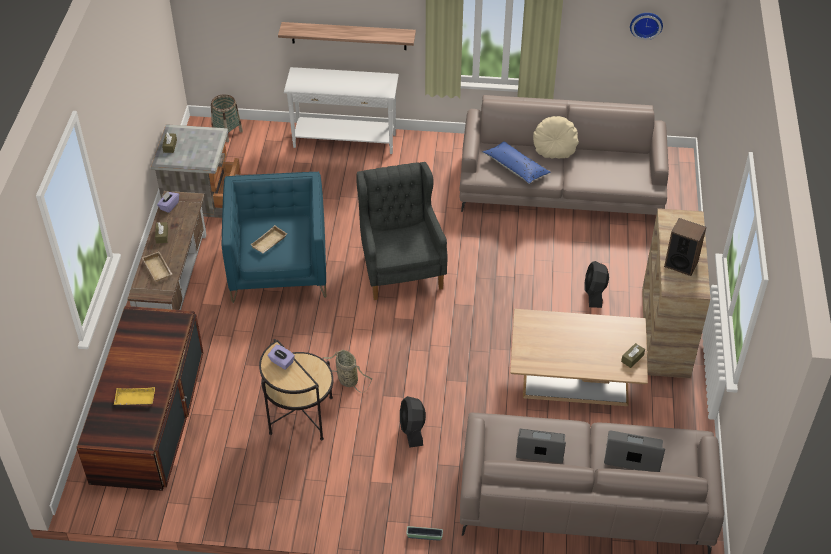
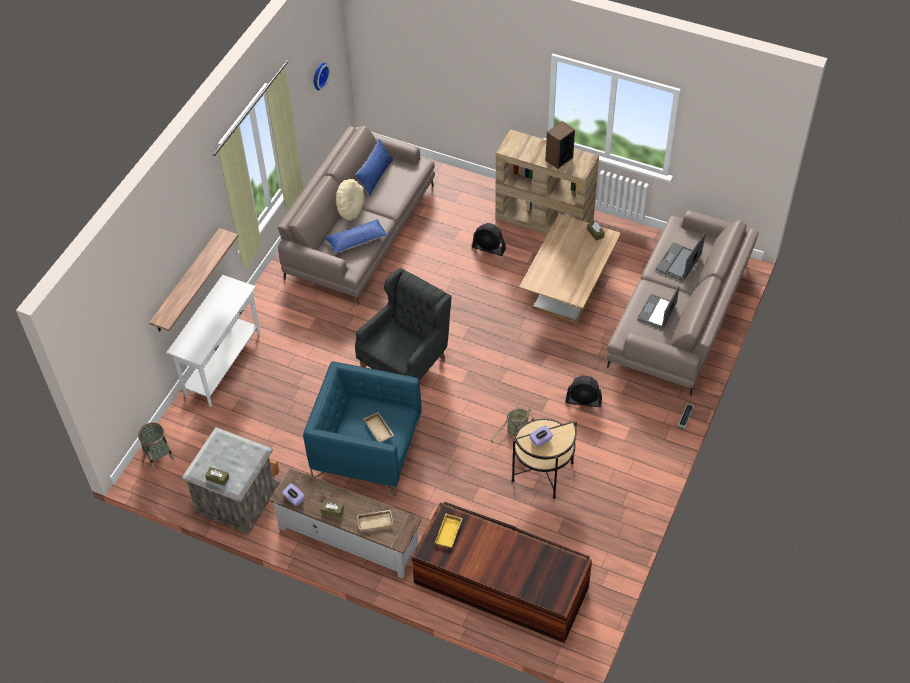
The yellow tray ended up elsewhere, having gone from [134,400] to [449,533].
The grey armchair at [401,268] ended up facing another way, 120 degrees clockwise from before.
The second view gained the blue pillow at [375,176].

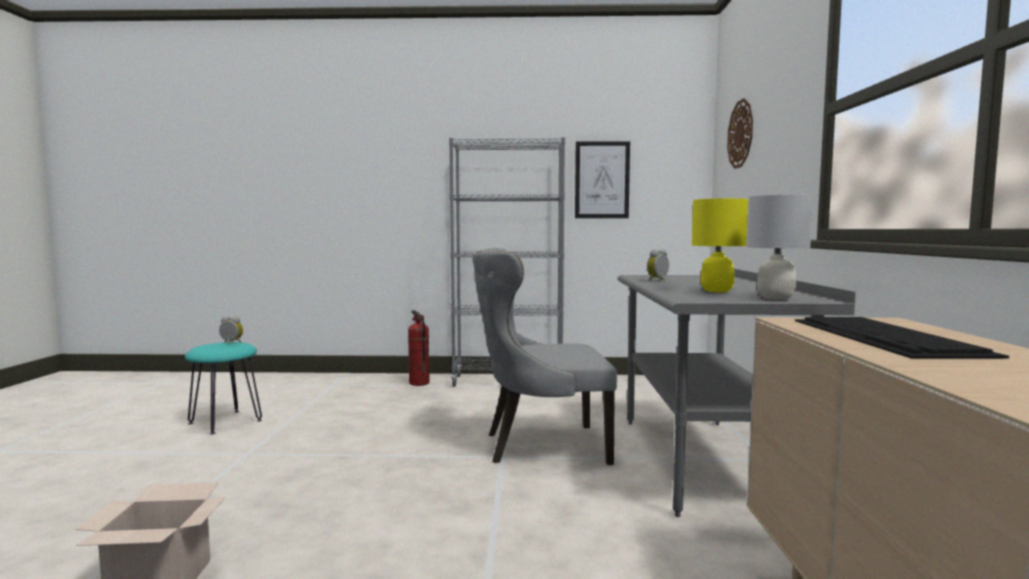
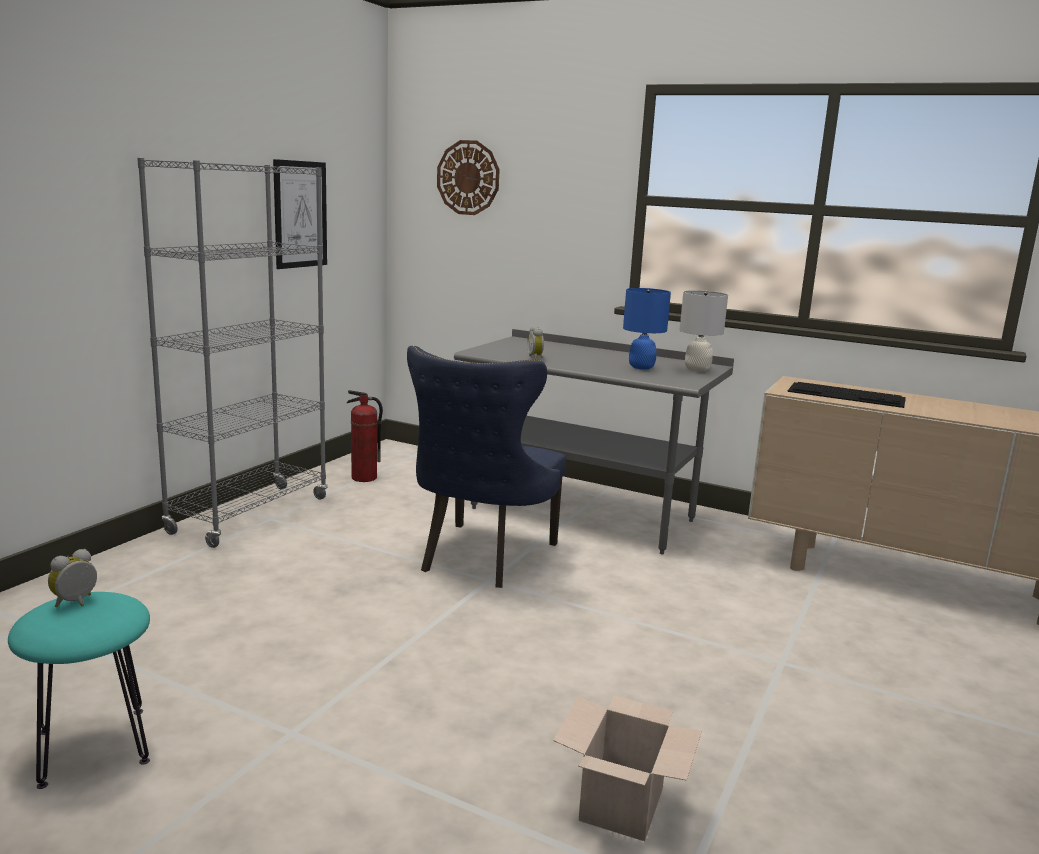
The fire extinguisher ended up elsewhere, having gone from [418,383] to [364,478].
What was the grey chair at [540,446] turned into the blue chair at [482,557].
What was the yellow table lamp at [716,291] turned into the blue table lamp at [640,368].

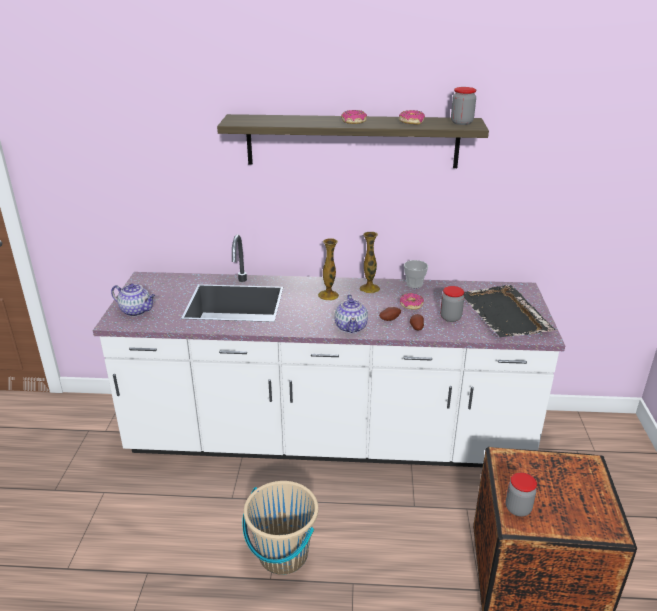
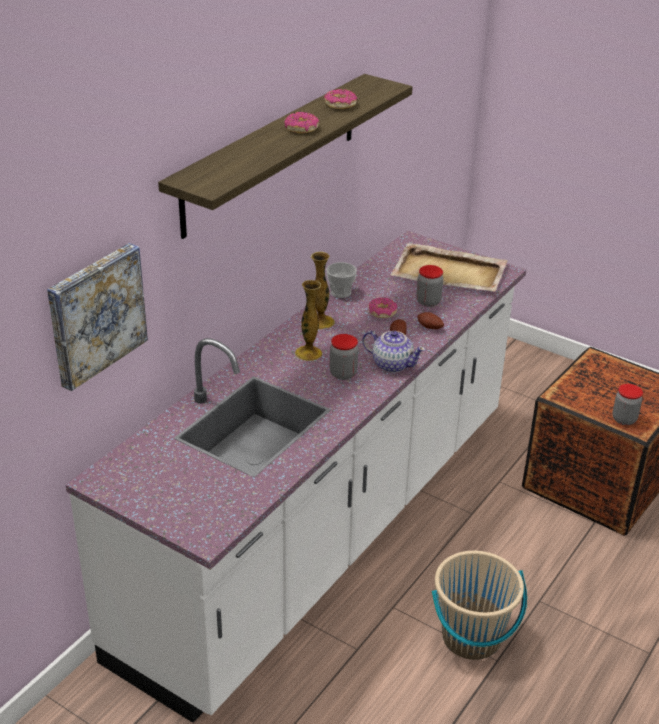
The second view lost the teapot at [136,311].
The jar ended up elsewhere, having gone from [461,122] to [343,374].
What was the black tray at [504,314] turned into the beige tray at [450,272].
The second view gained the picture at [95,314].

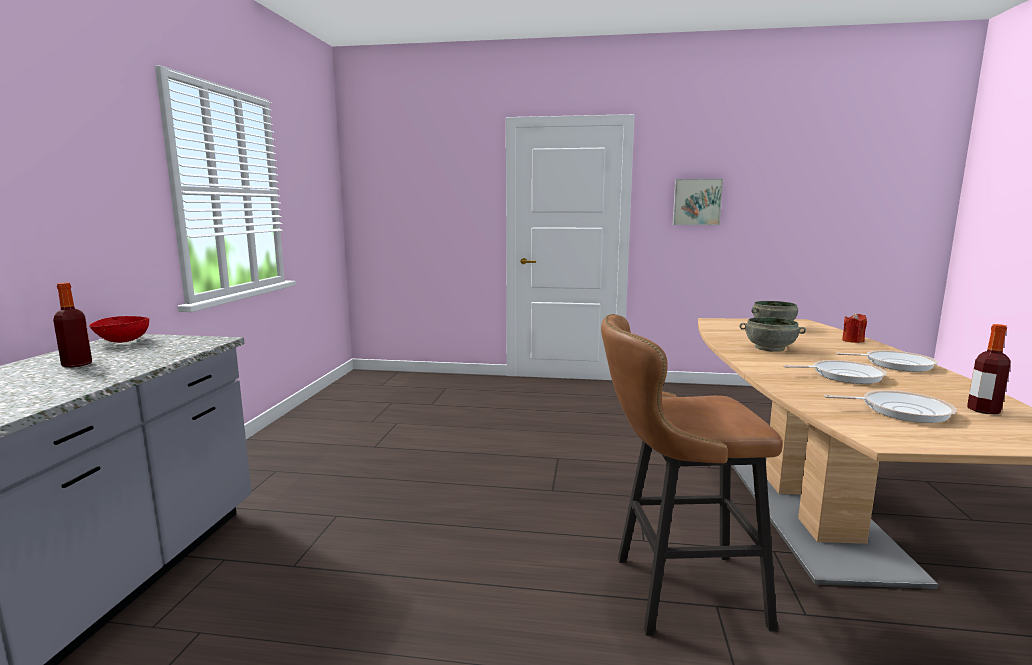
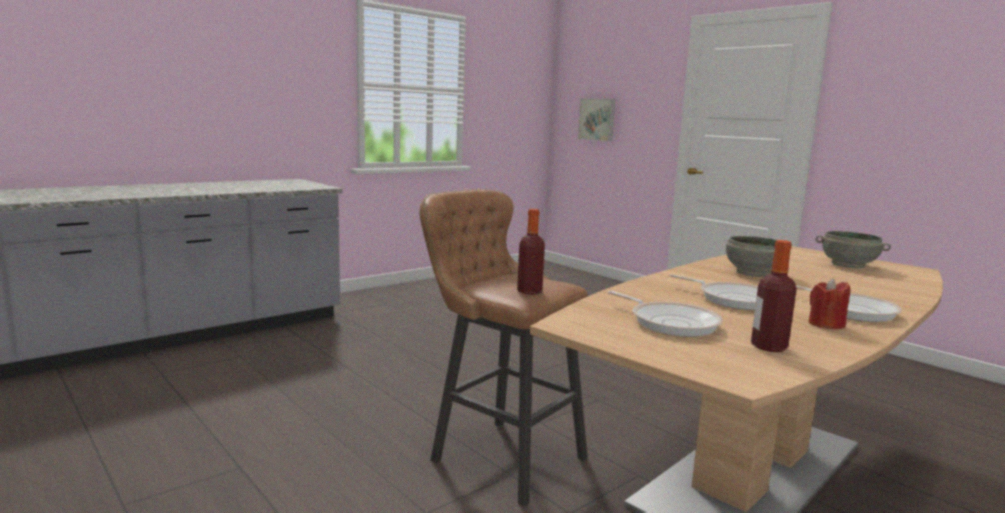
The bottle ended up elsewhere, having gone from [77,364] to [529,291].
The second view lost the red bowl at [122,341].
The picture ended up elsewhere, having gone from [697,202] to [597,119].
The red candle ended up elsewhere, having gone from [853,341] to [826,324].

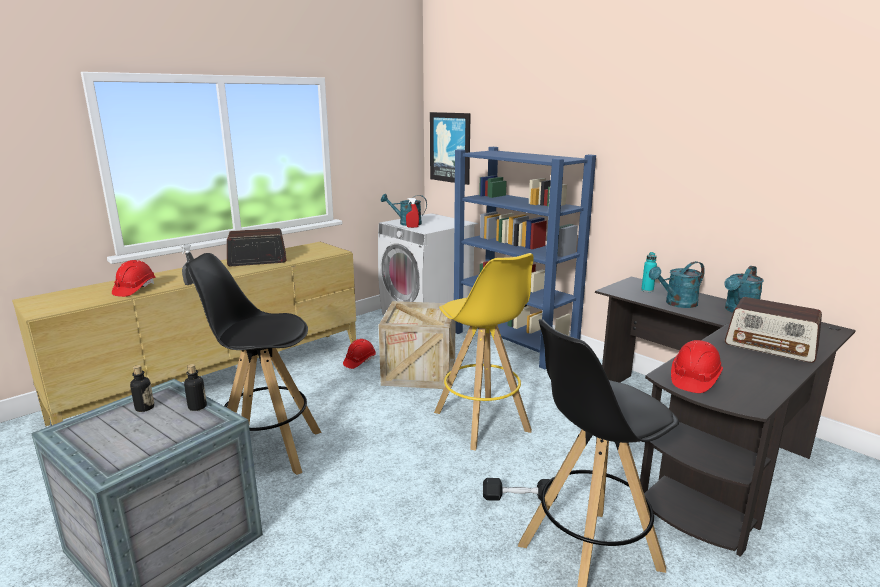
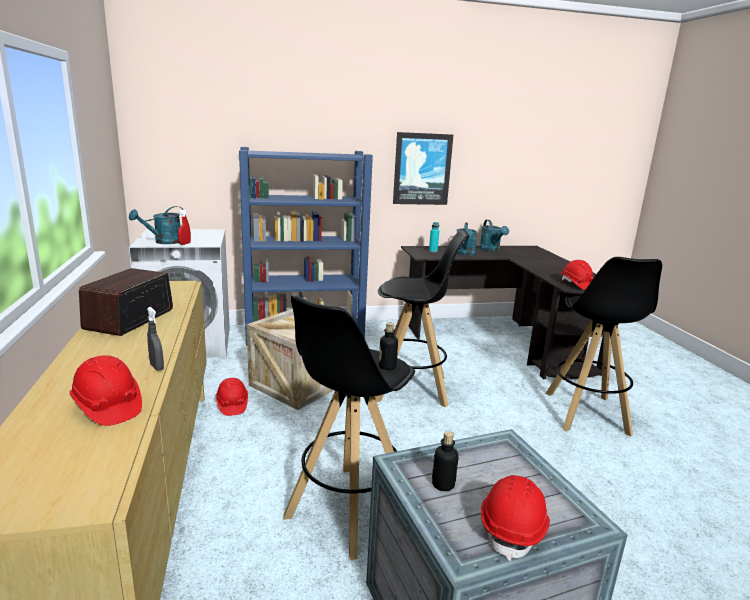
The bottle ended up elsewhere, having gone from [197,407] to [387,366].
The picture ended up elsewhere, having gone from [450,147] to [422,169].
What was the yellow stool at [482,422] turned into the black stool at [412,389].
The second view lost the black dumbbell at [519,497].
The second view lost the radio at [771,346].
The second view gained the red hard hat at [513,528].

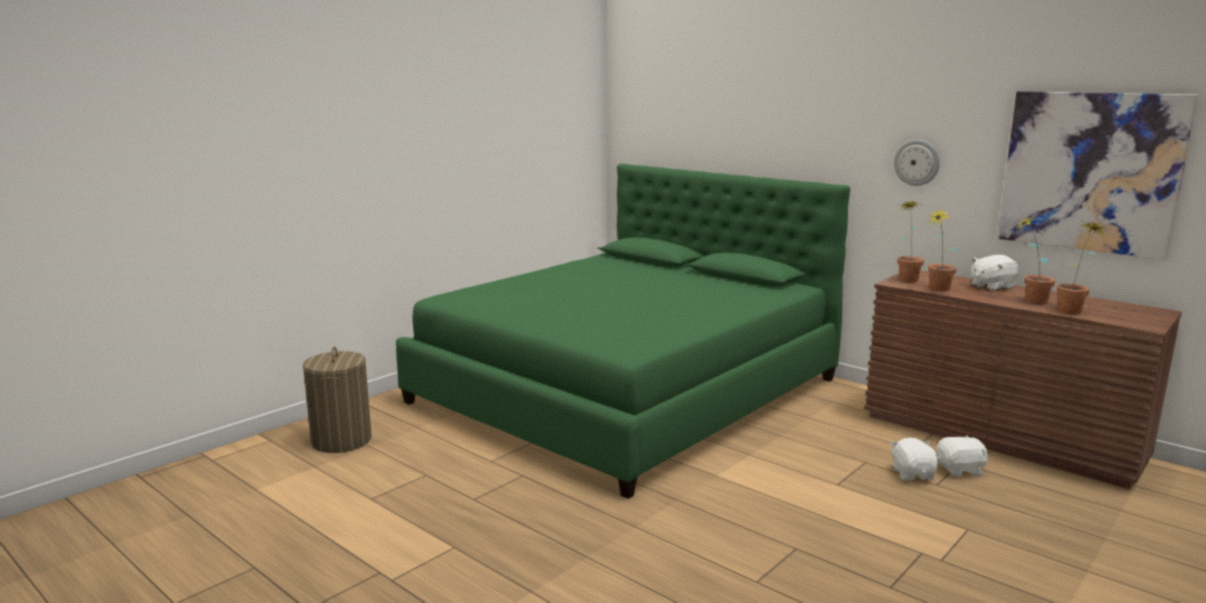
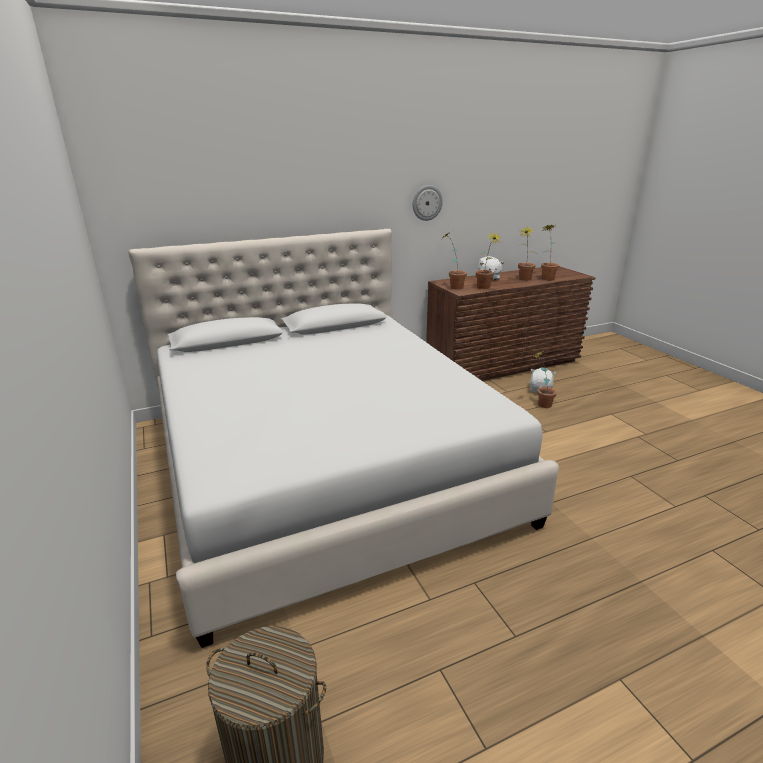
What was the green bed at [626,390] turned into the white bed at [325,464].
Where the white plush toy stood at [912,474], the potted plant came to stand at [540,404].
The second view lost the picture at [1090,172].

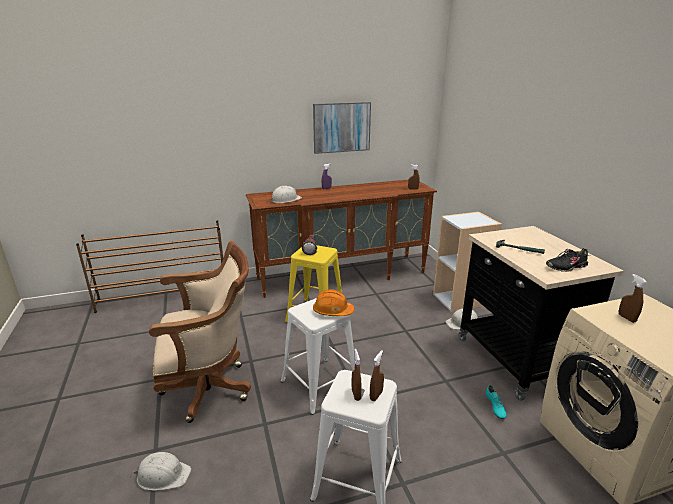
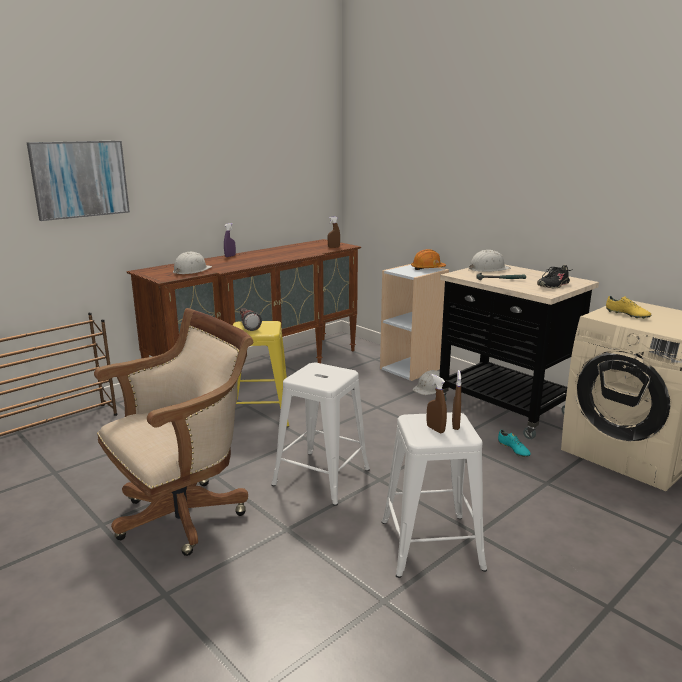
The white hard hat ended up elsewhere, having gone from [163,475] to [488,269].
The picture ended up elsewhere, having gone from [341,127] to [80,179].
The orange hard hat ended up elsewhere, having gone from [332,311] to [427,269].
Where the brown spray bottle stood at [626,318], the yellow shoe came to stand at [627,315].

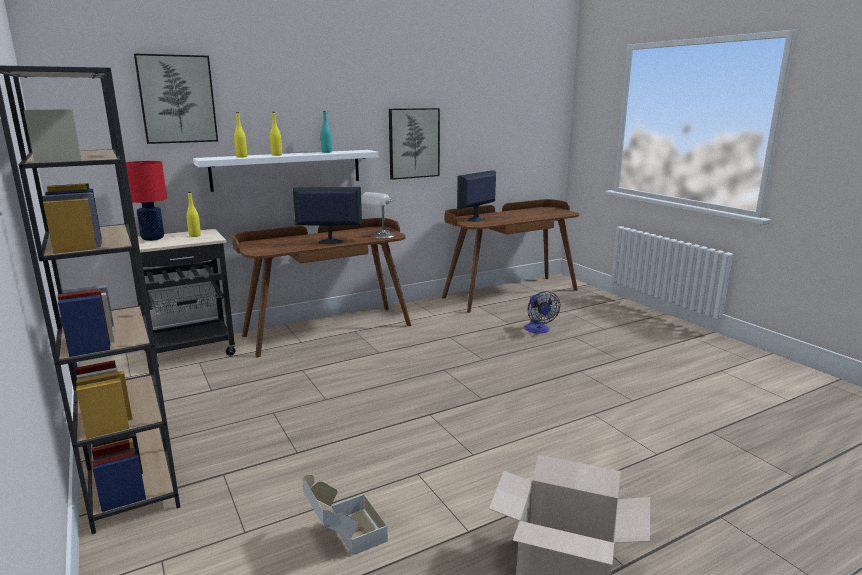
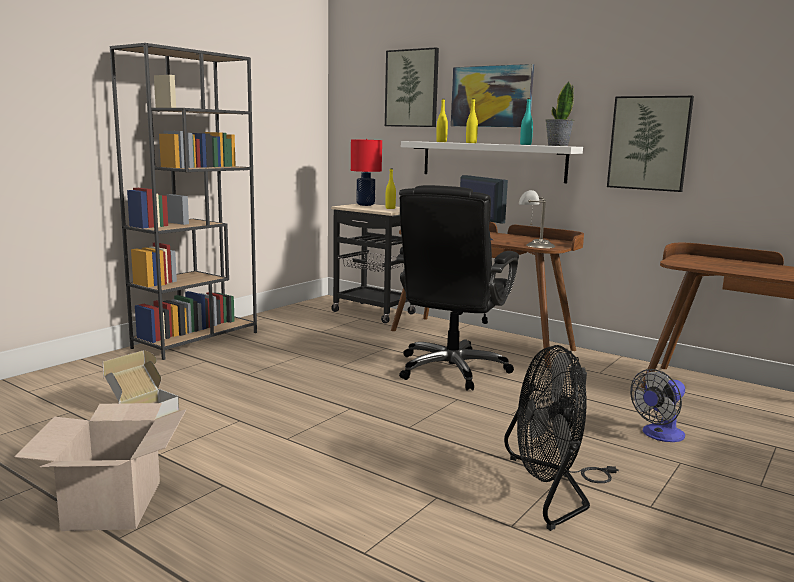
The second view lost the monitor at [475,220].
The second view gained the black office chair at [452,369].
The second view gained the picture at [491,96].
The second view gained the black fan at [555,487].
The second view gained the potted plant at [557,145].

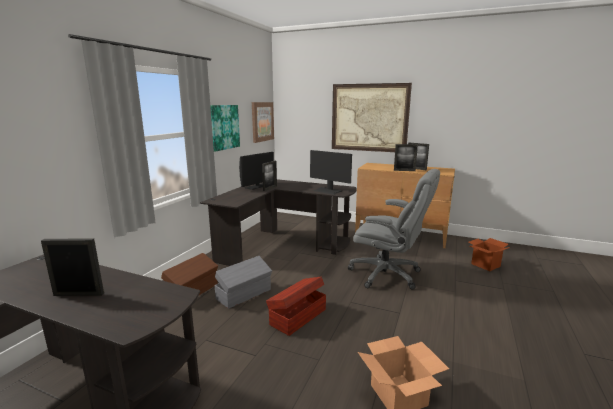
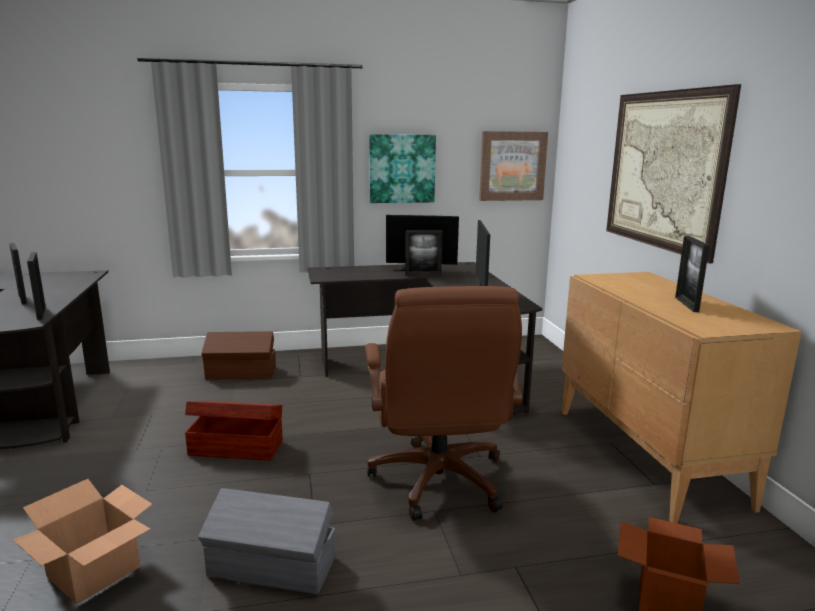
The grey storage box ended up elsewhere, having gone from [244,294] to [272,568].
What was the grey office chair at [389,275] turned into the brown office chair at [439,485].
The picture frame ended up elsewhere, having gone from [404,170] to [41,313].

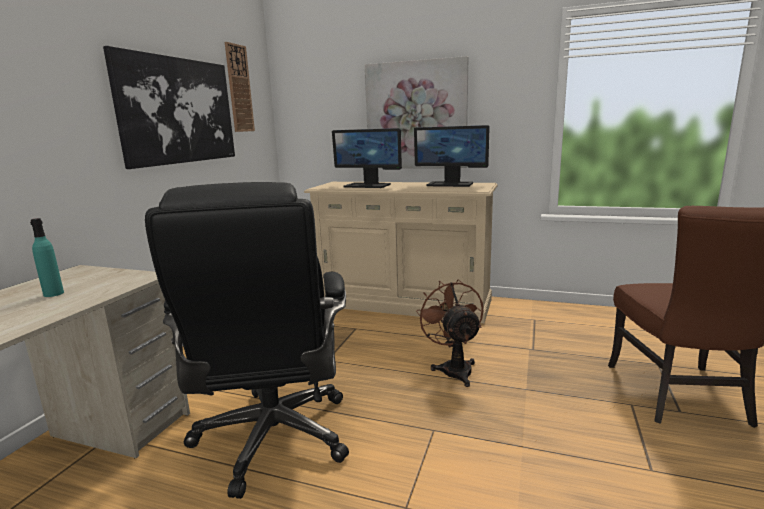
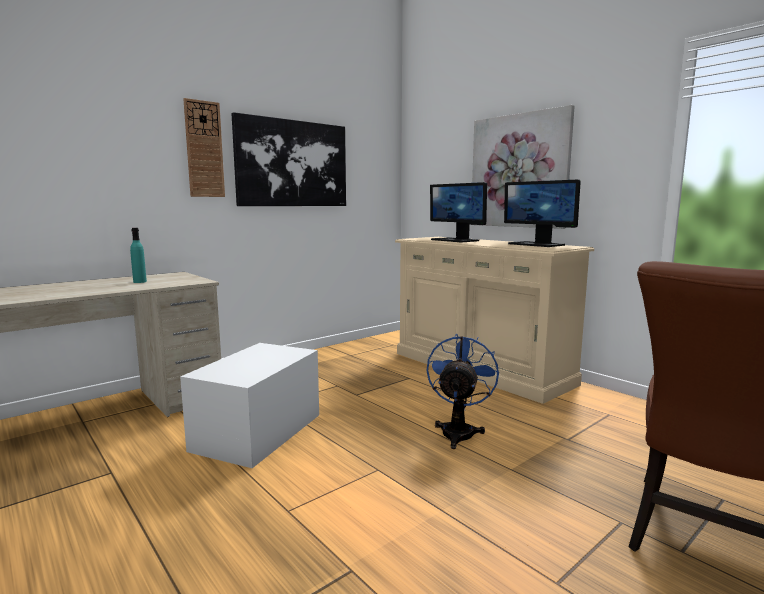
Where the black office chair stood at [274,435], the white storage box came to stand at [258,432].
The wall clock ended up elsewhere, having gone from [239,88] to [204,149].
What was the brown fan at [454,368] turned into the blue fan at [459,431].

